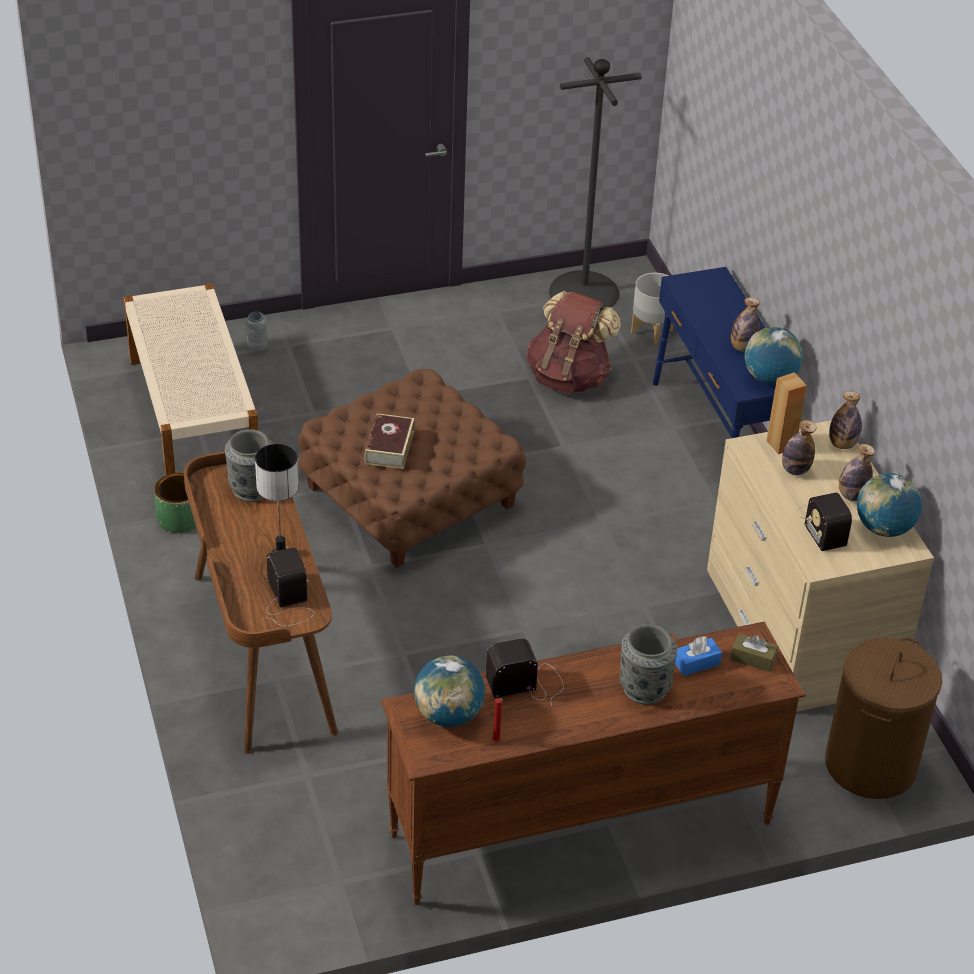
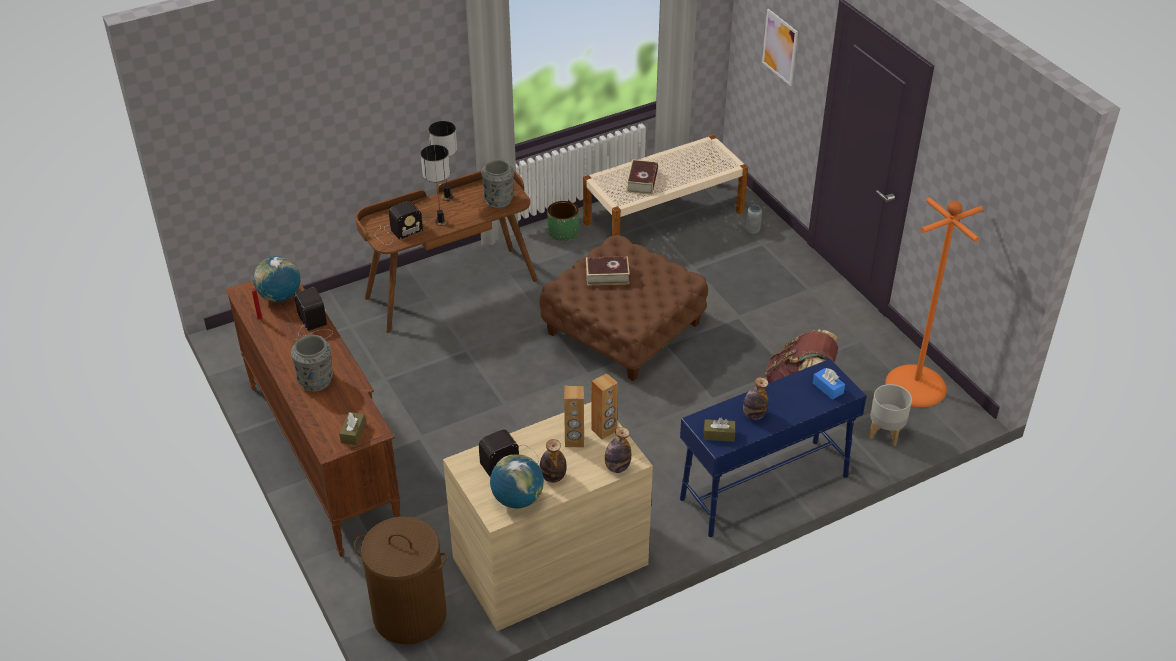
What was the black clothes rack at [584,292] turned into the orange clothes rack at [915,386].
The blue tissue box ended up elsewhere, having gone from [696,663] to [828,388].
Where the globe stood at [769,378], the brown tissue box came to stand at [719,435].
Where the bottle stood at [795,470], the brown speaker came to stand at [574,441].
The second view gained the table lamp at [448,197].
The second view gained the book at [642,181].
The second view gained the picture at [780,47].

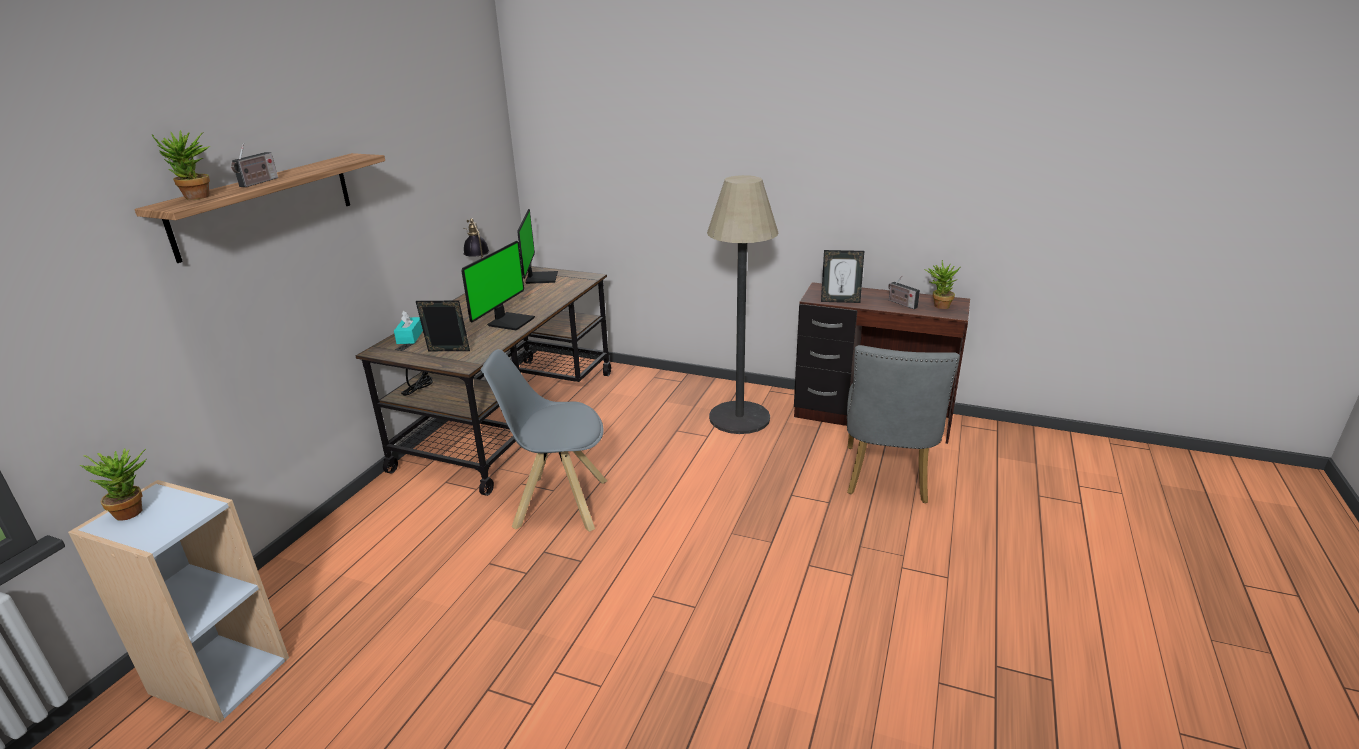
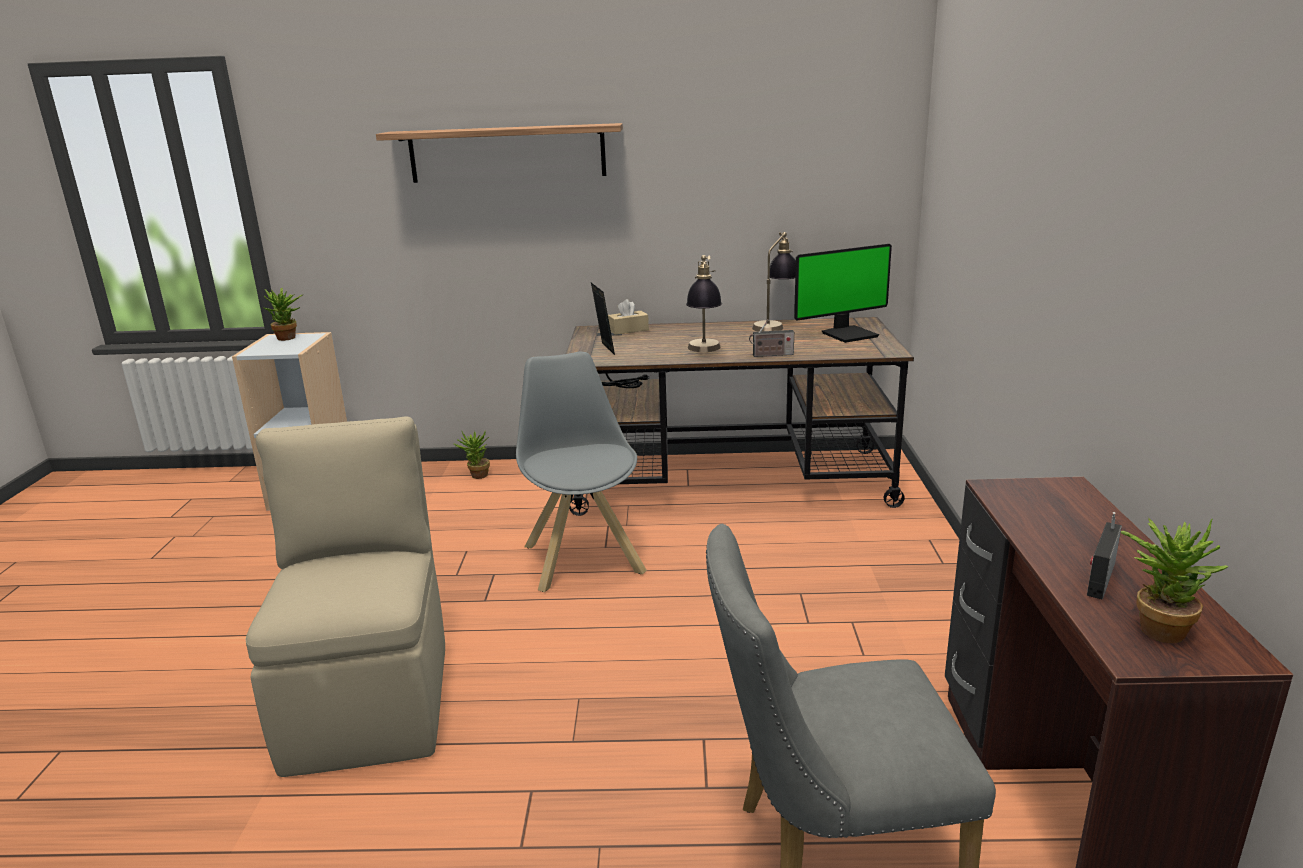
The potted plant ended up elsewhere, having gone from [196,198] to [476,476].
The radio ended up elsewhere, having gone from [258,183] to [771,355].
What was the turquoise tissue box at [410,337] turned into the beige tissue box at [628,330].
Where the monitor stood at [509,321], the table lamp came to stand at [704,351].
The second view lost the floor lamp at [739,418].
The second view lost the picture frame at [840,301].
The second view gained the beige chair at [371,699].

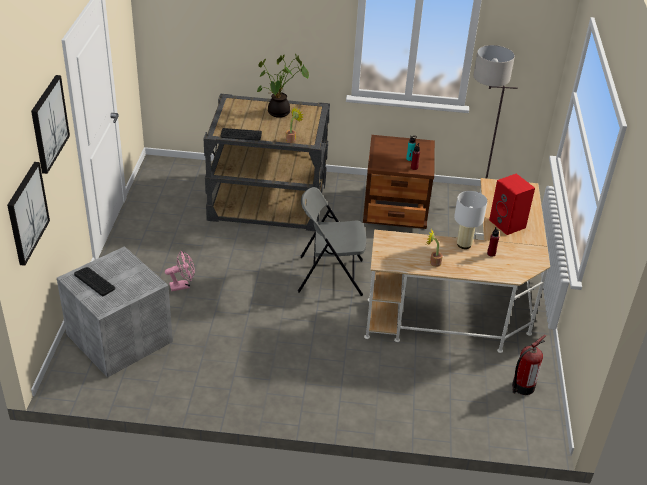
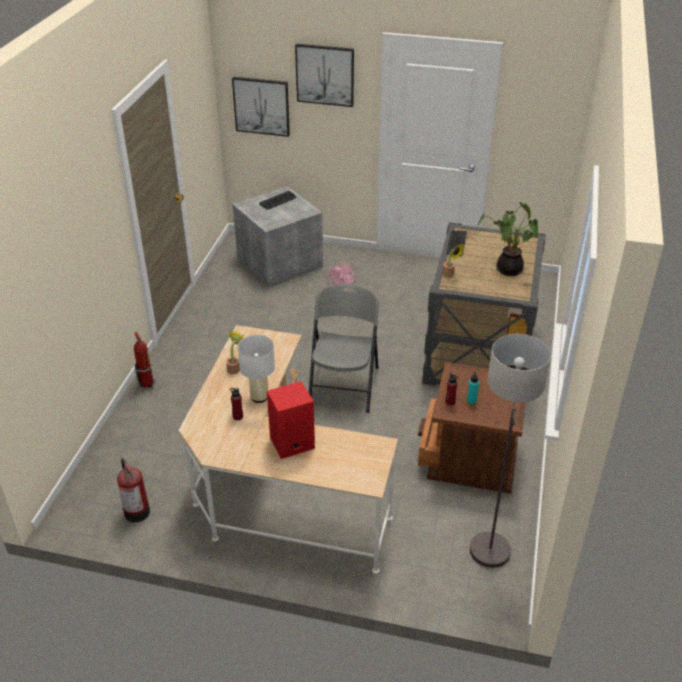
The second view gained the fire extinguisher at [147,385].

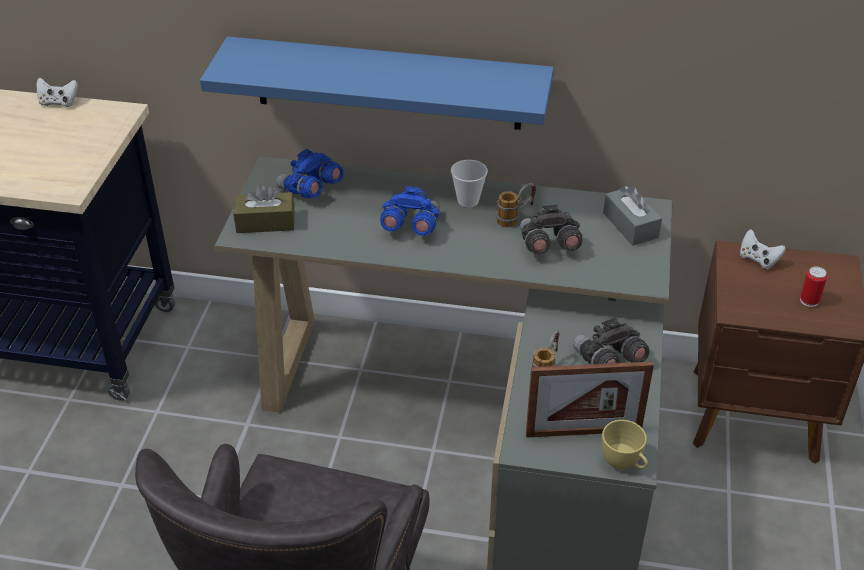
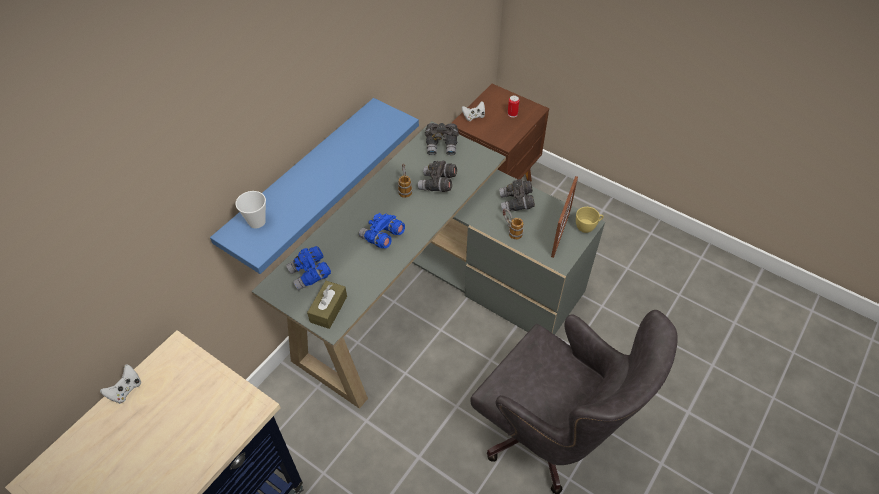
The cup ended up elsewhere, having gone from [468,201] to [257,222].
Where the grey tissue box stood at [630,225], the grey binoculars came to stand at [442,145].

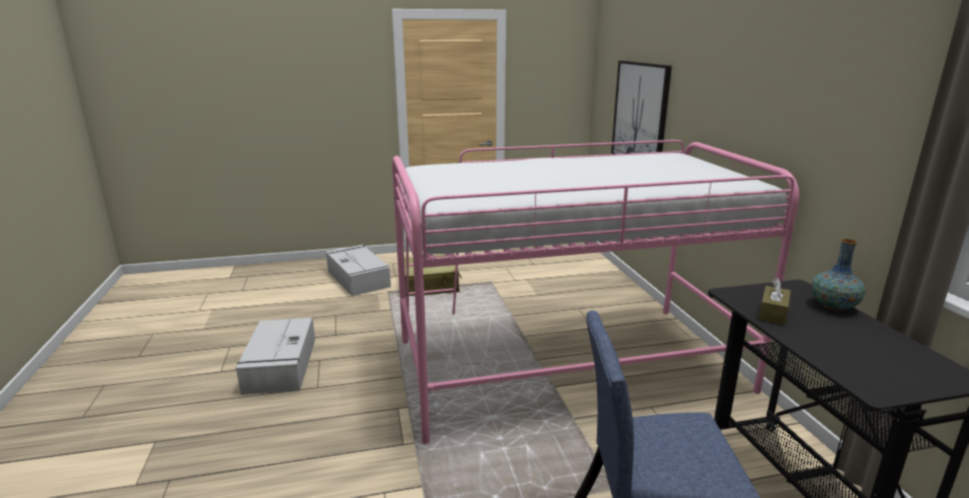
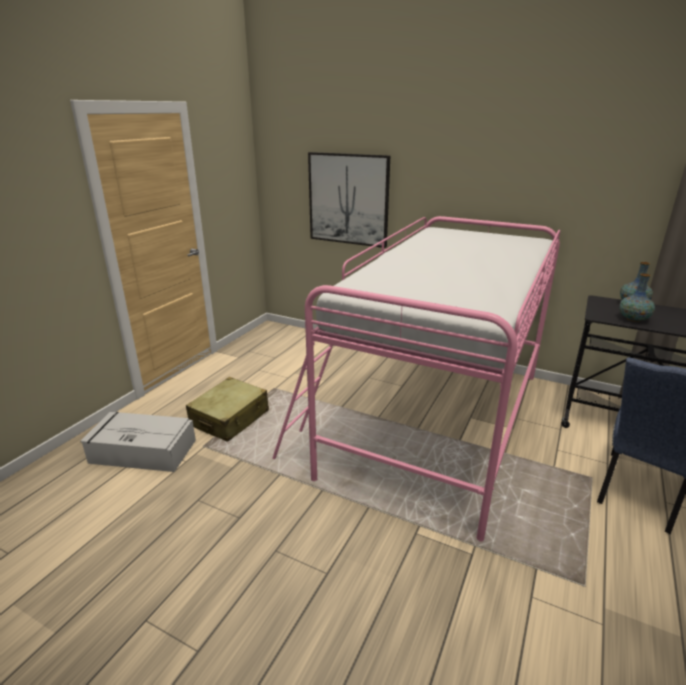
The second view lost the grey storage box at [280,366].
Where the brown tissue box stood at [773,313], the vase came to stand at [633,319].

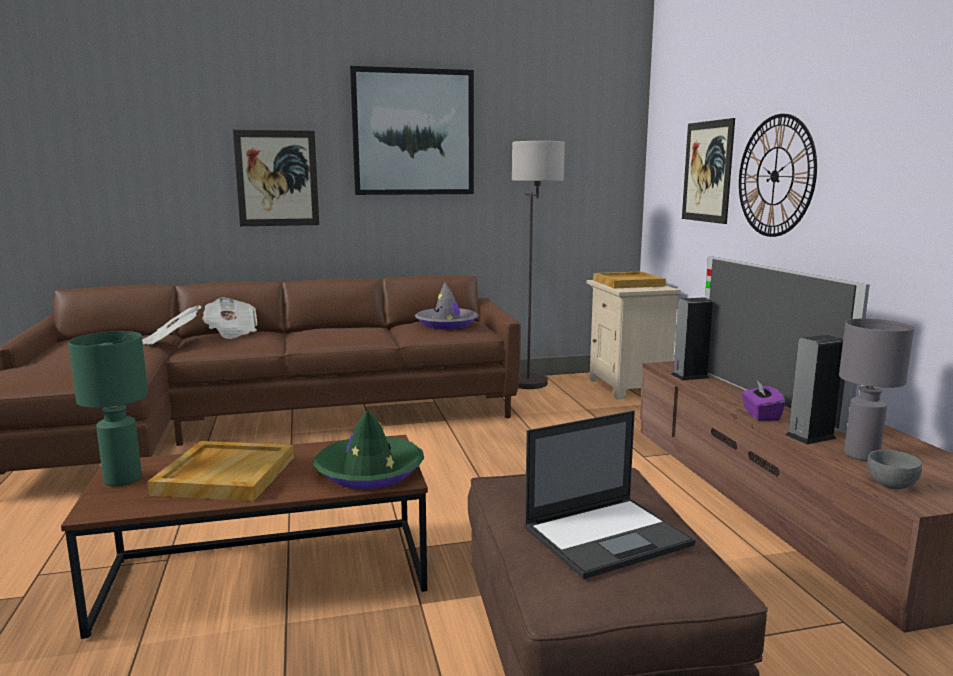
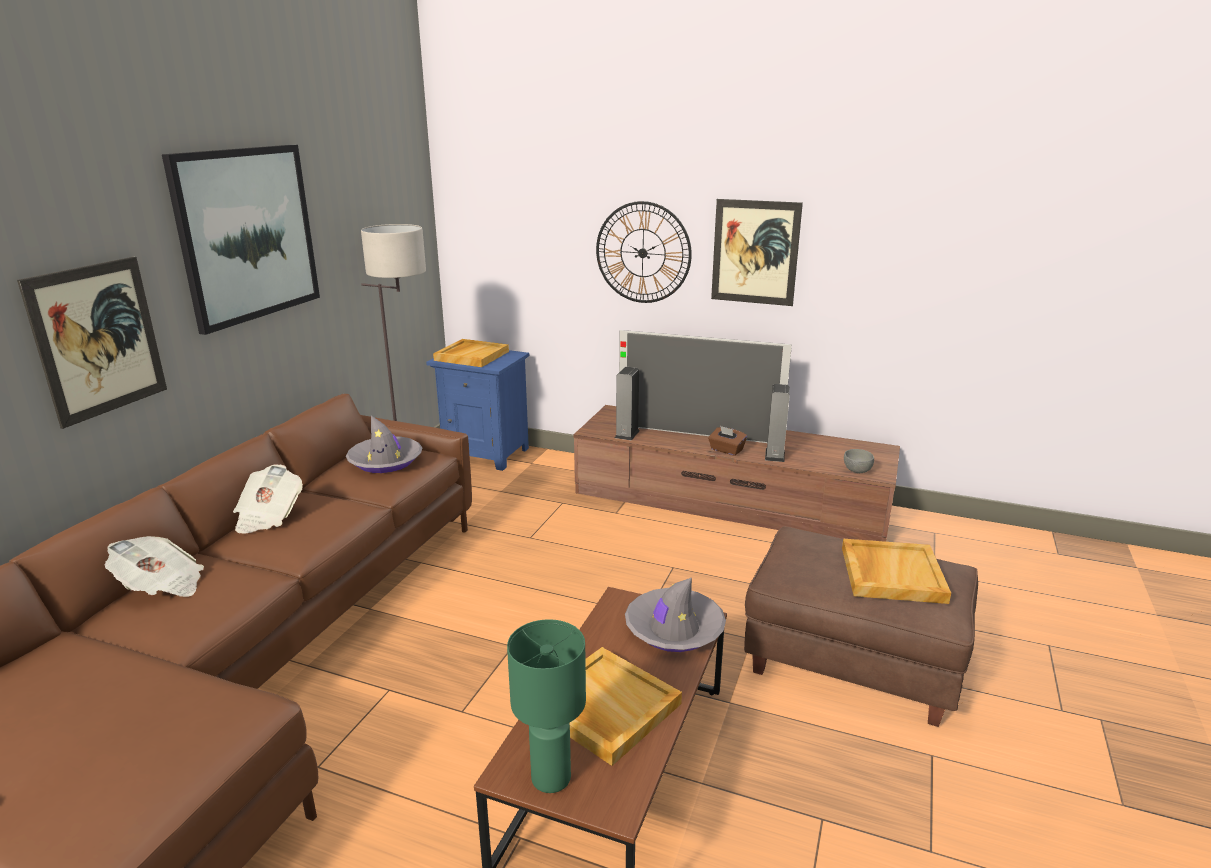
The newspaper ended up elsewhere, having gone from [171,341] to [267,516].
What was the green hat at [369,472] turned into the grey hat at [674,629].
Where the laptop stood at [608,535], the beige tray came to stand at [891,574].
What was the beige nightstand at [627,387] turned into the blue nightstand at [486,455].
The picture ended up elsewhere, having gone from [707,171] to [755,252].
What was the purple tissue box at [760,415] turned into the brown tissue box at [726,450].
The second view lost the grey table lamp at [862,455].

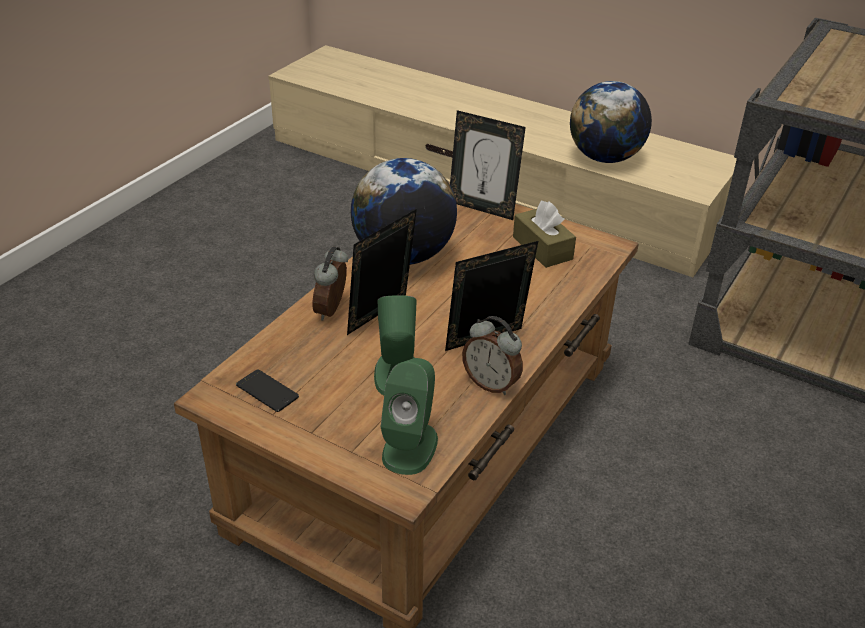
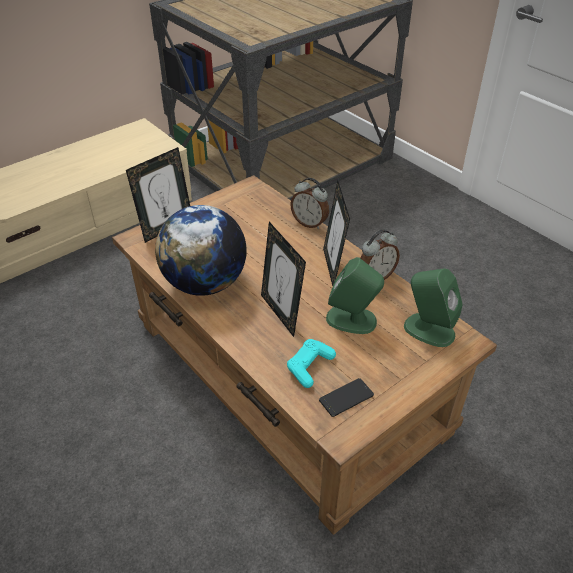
The alarm clock ended up elsewhere, having gone from [333,311] to [309,223].
The second view lost the brown tissue box at [542,248].
The second view lost the globe at [605,158].
The second view gained the turquoise game controller at [309,367].

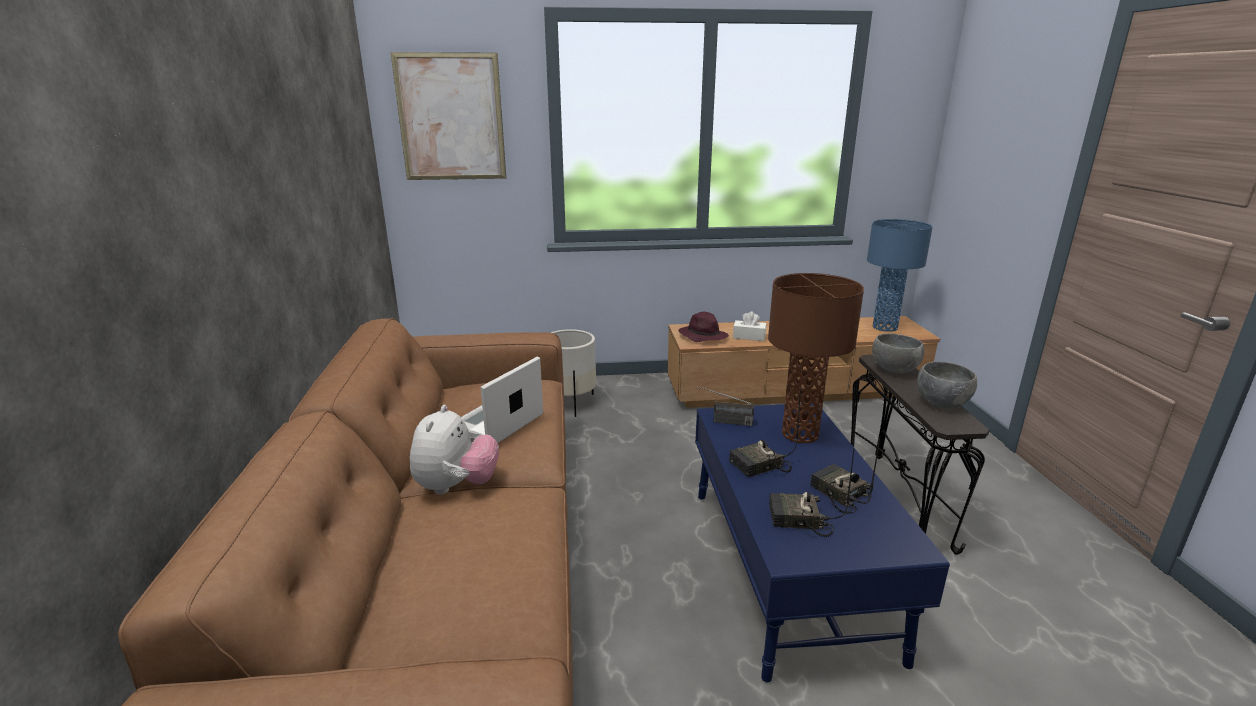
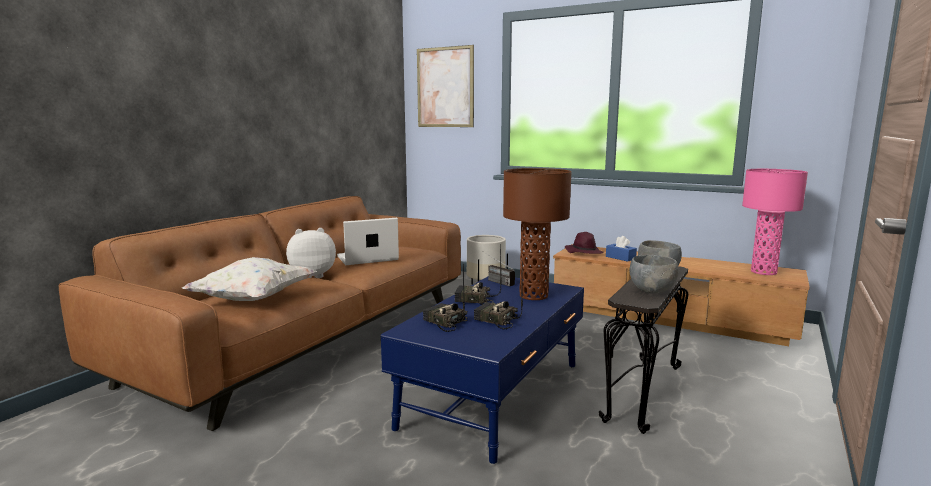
The plush toy at [456,486] ended up facing another way, 150 degrees counterclockwise from before.
What was the white tissue box at [749,337] turned into the blue tissue box at [620,258].
The radio at [838,494] ended up facing another way, 60 degrees counterclockwise from before.
What was the blue table lamp at [884,327] turned into the pink table lamp at [763,272].
The second view gained the white pillow at [254,299].

